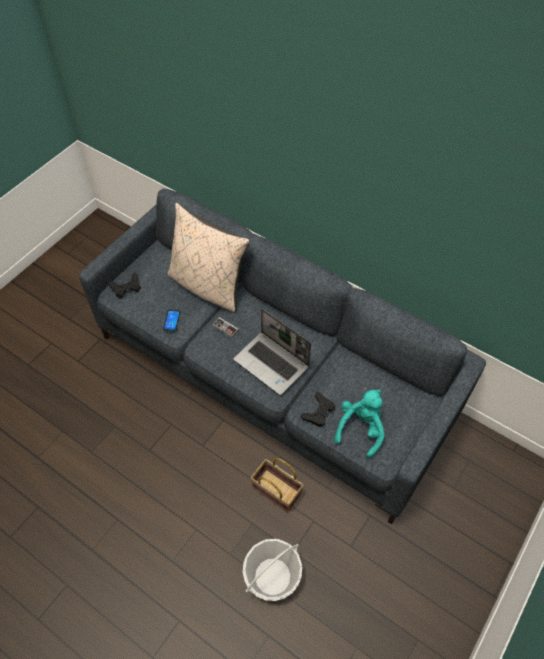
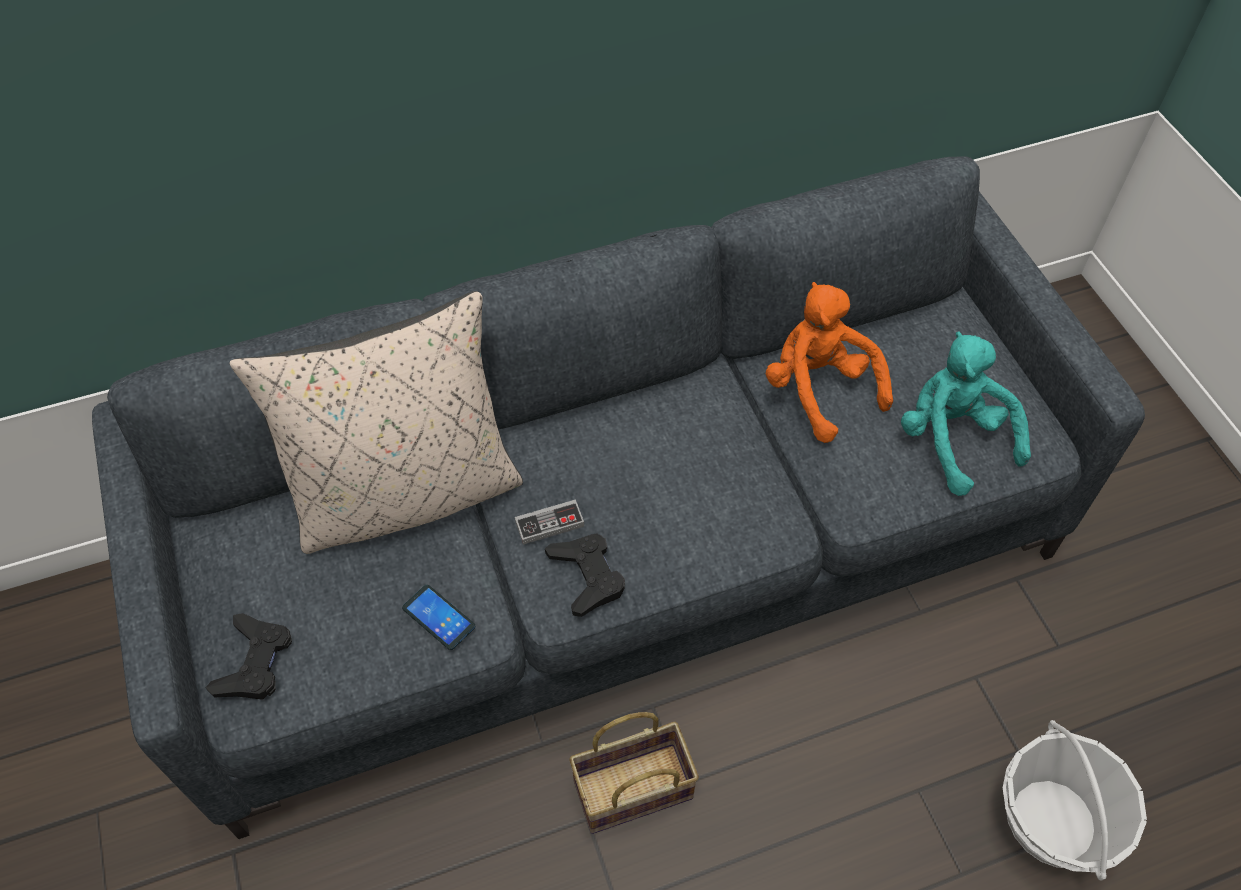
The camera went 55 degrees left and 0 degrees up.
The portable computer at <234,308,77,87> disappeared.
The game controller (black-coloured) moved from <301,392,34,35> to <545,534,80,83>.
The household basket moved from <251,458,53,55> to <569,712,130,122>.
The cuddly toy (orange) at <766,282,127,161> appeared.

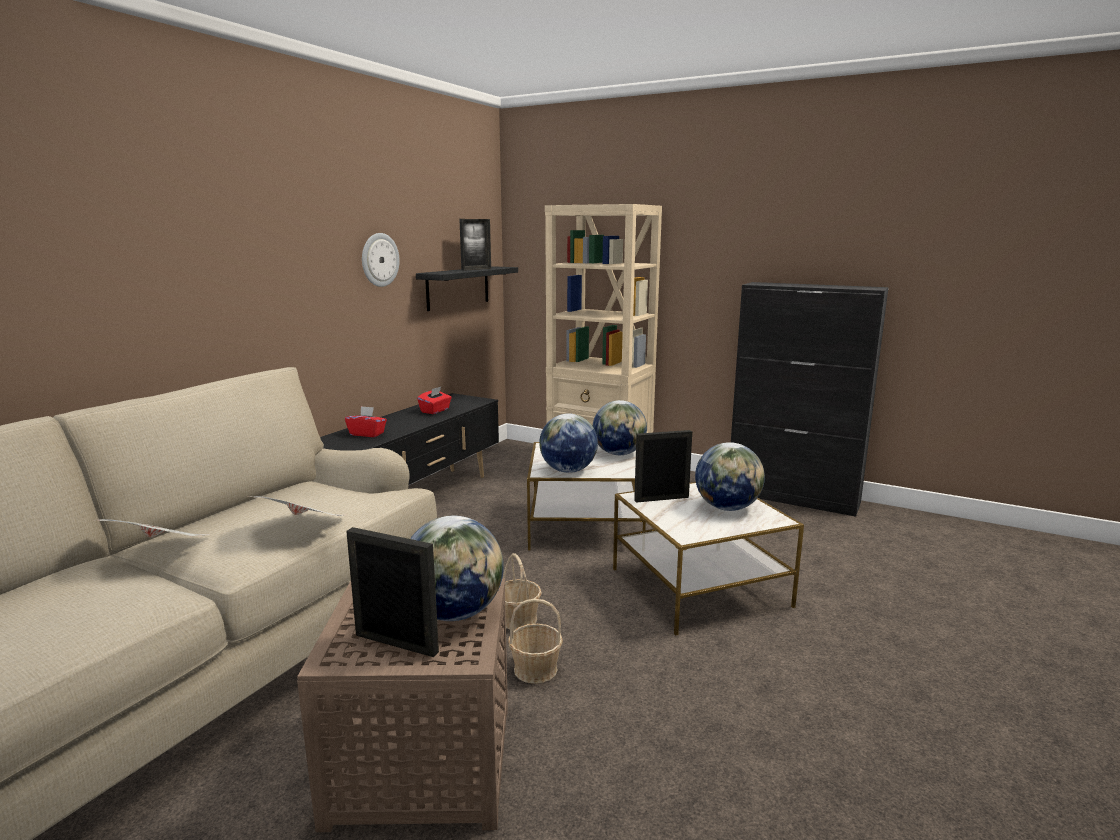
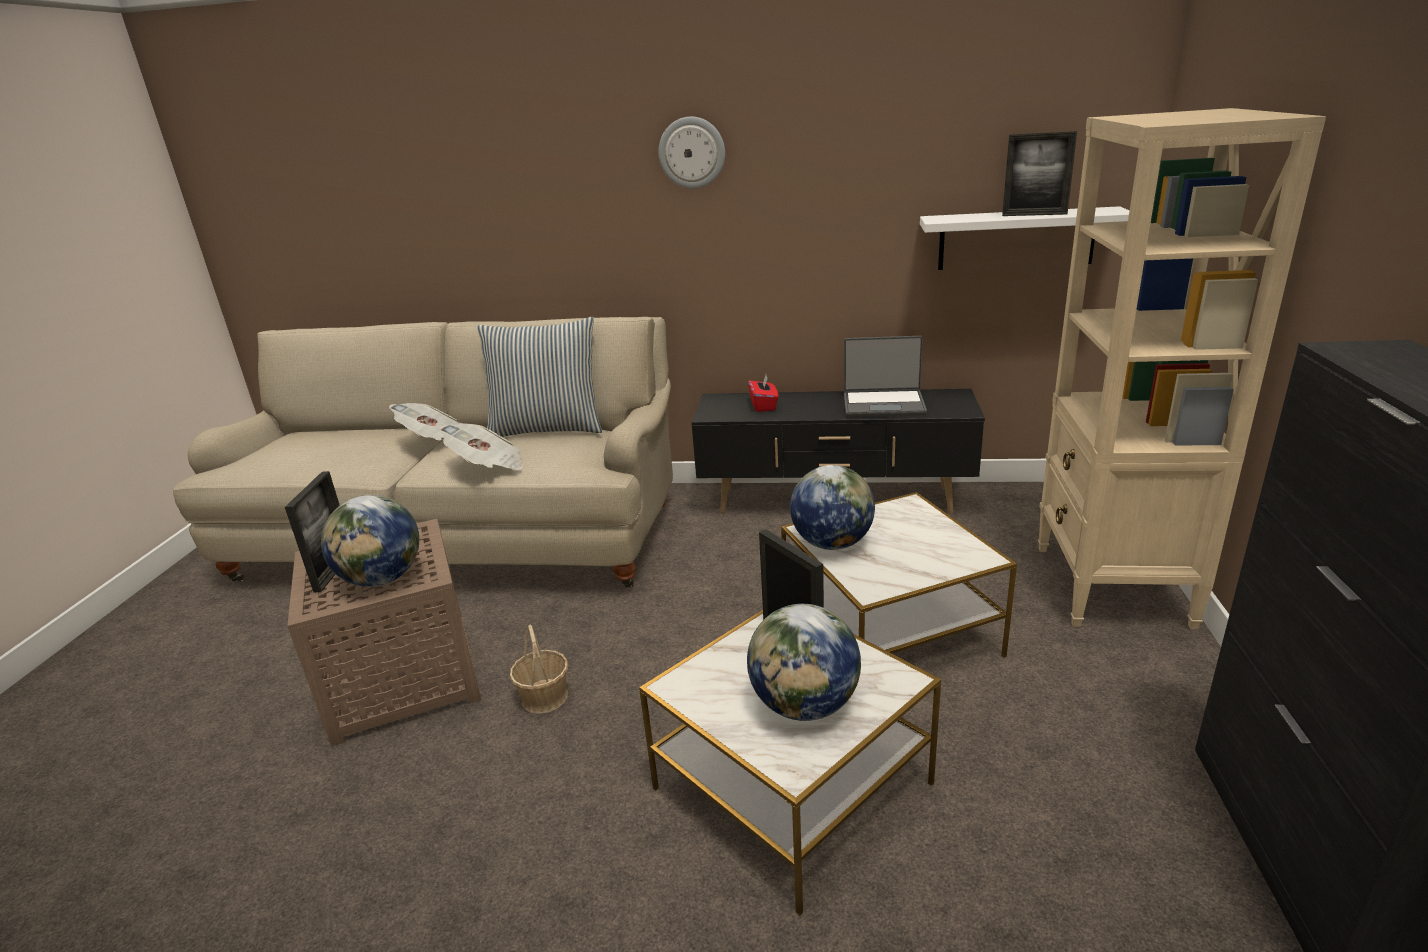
The camera went 70 degrees right and 10 degrees up.
The hanging clock moved from <362,233,38,54> to <658,117,67,72>.
The wall shelf (black-coloured) at <416,266,102,45> became the wall shelf (white) at <920,206,209,64>.
The tissue box (red) at <417,387,35,27> was replaced by the portable computer at <844,336,83,81>.
The globe at <593,400,54,55> disappeared.
The household basket at <503,553,39,77> disappeared.
The cushion at <477,317,125,120> appeared.

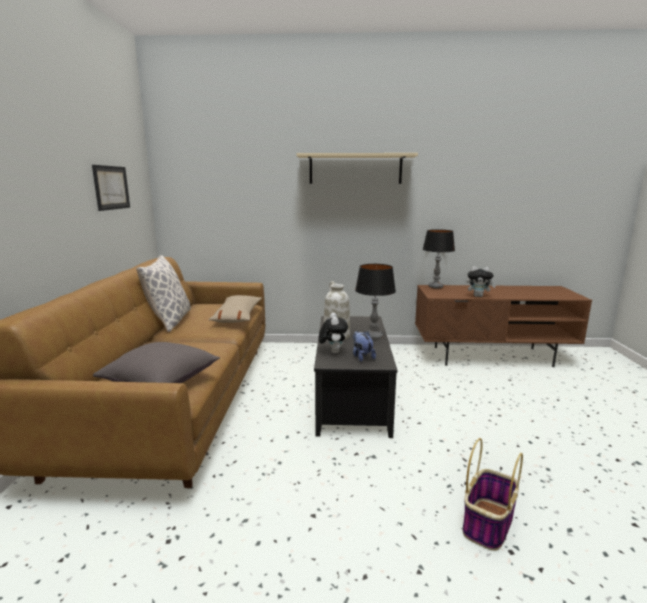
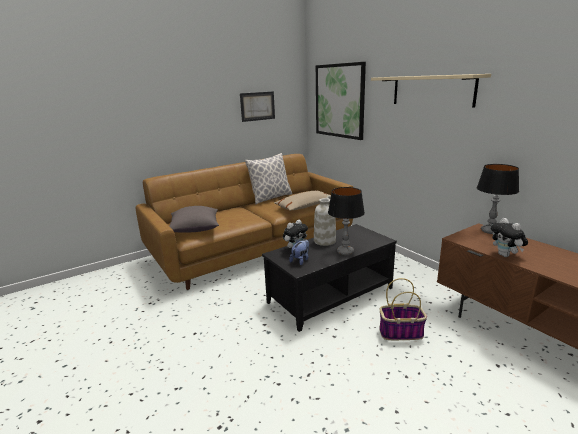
The camera went 55 degrees right and 5 degrees up.
The household basket moved from <463,438,60,113> to <379,278,48,62>.
The wall picture at <316,62,50,78> appeared.

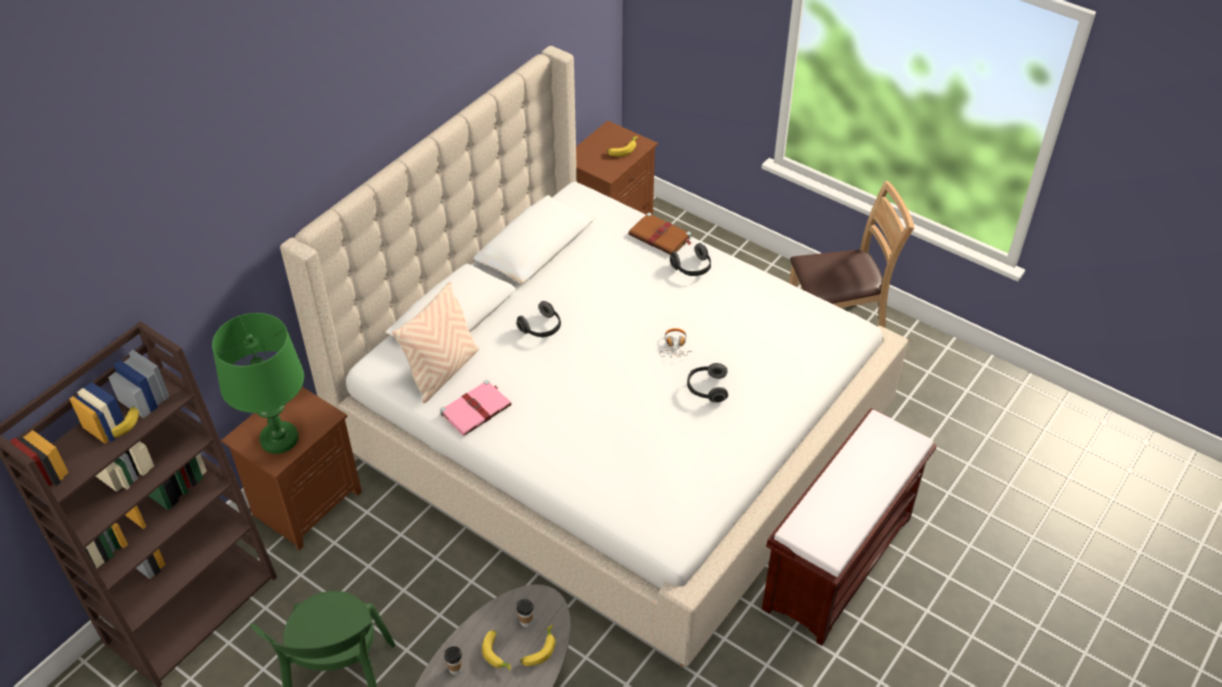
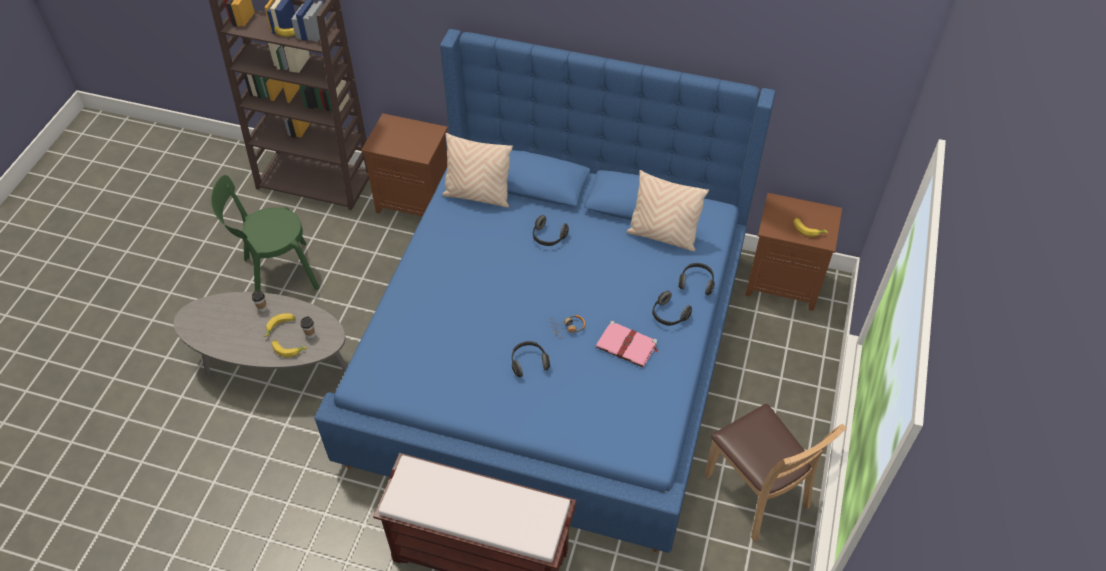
The camera went 70 degrees right and 5 degrees up.
The sleeping bed (sand-coloured) at <280,46,628,620> became the sleeping bed (blue) at <314,29,462,524>.
The volume (brown) at <628,213,63,42> was replaced by the headphones at <678,263,37,33>.
The table lamp (green) at <212,313,92,141> disappeared.
The volume (pinkish) moved from <440,380,72,56> to <596,321,62,47>.
The cushion (sand-coloured) at <626,170,83,81> appeared.

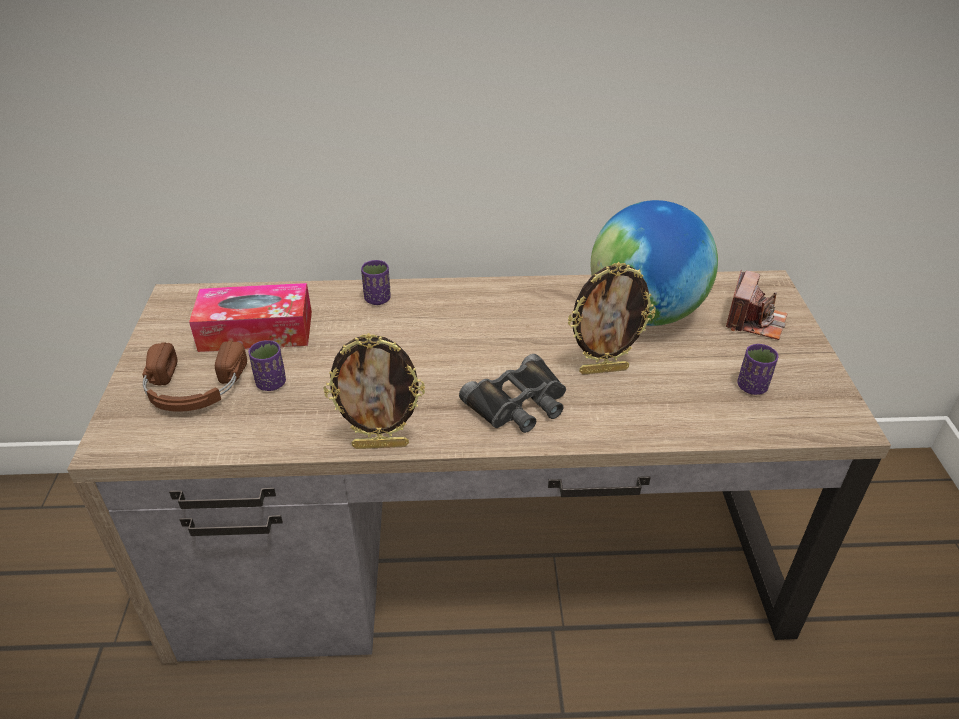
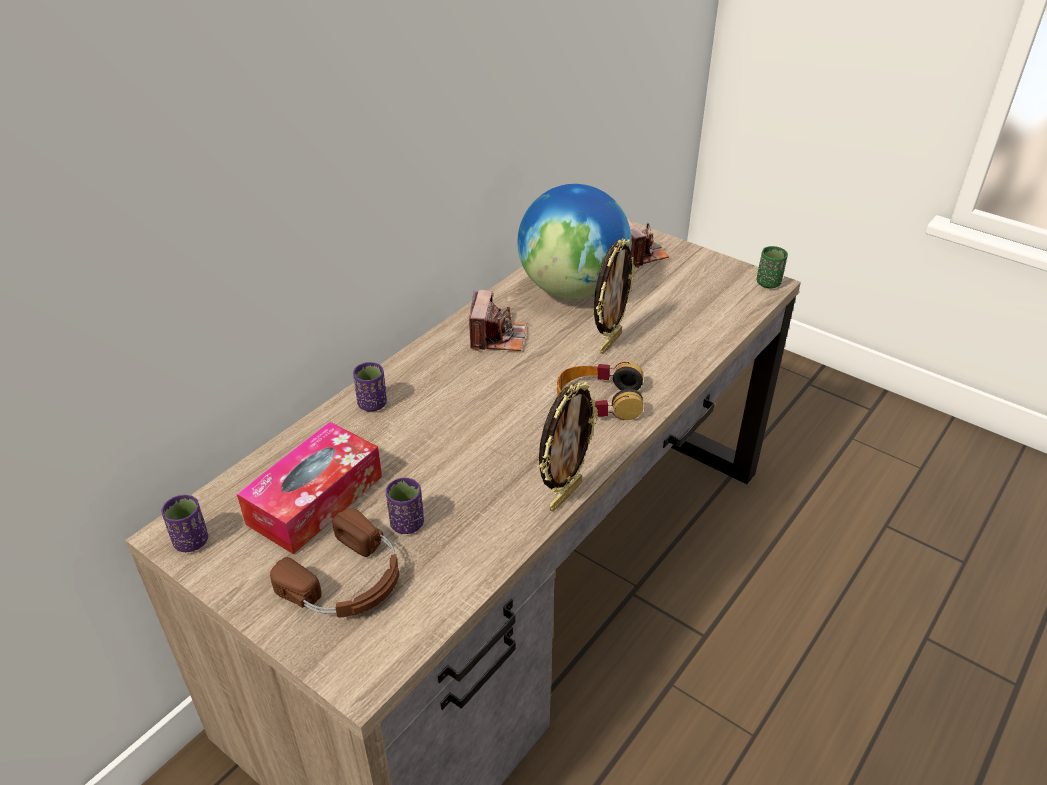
The camera went 50 degrees left and 0 degrees up.
The small cup (purple) moved from <737,344,41,51> to <161,495,47,57>.
The field glasses (black-coloured) at <459,354,107,79> was replaced by the headphones at <557,362,86,58>.
The small cup (green) at <757,246,31,43> appeared.
The photo camera at <469,290,58,61> appeared.

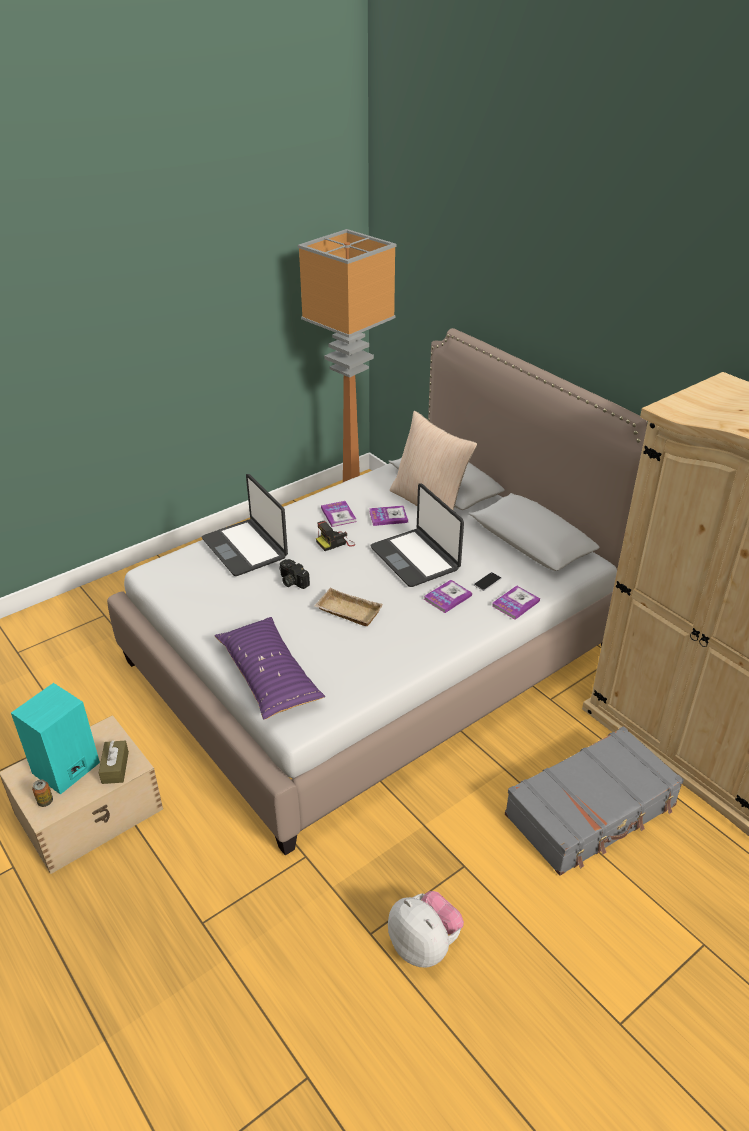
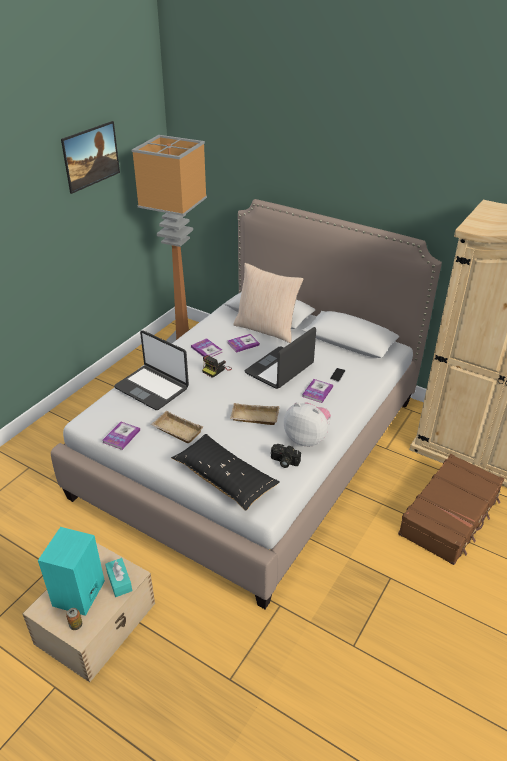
The camera went 20 degrees left and 0 degrees up.
The portable computer at <371,483,93,104> turned 90 degrees clockwise.
The photo camera moved from <279,559,31,30> to <271,444,30,24>.
The volume moved from <492,585,48,35> to <102,421,38,29>.
The cushion (purple) at <214,617,111,103> became the cushion (black-coloured) at <171,434,109,77>.
The travel case (grey) at <505,726,179,150> became the travel case (brown) at <398,454,106,111>.
The tissue box (brown) at <99,740,30,44> became the tissue box (blue-green) at <105,558,27,39>.
The cuddly toy moved from <388,891,76,77> to <284,402,47,45>.
The wall picture at <61,121,59,73> appeared.
The carrying tray (sand-coloured) at <151,411,53,32> appeared.

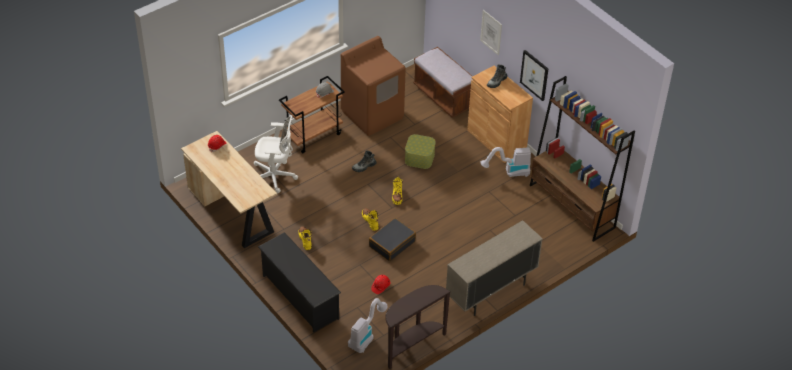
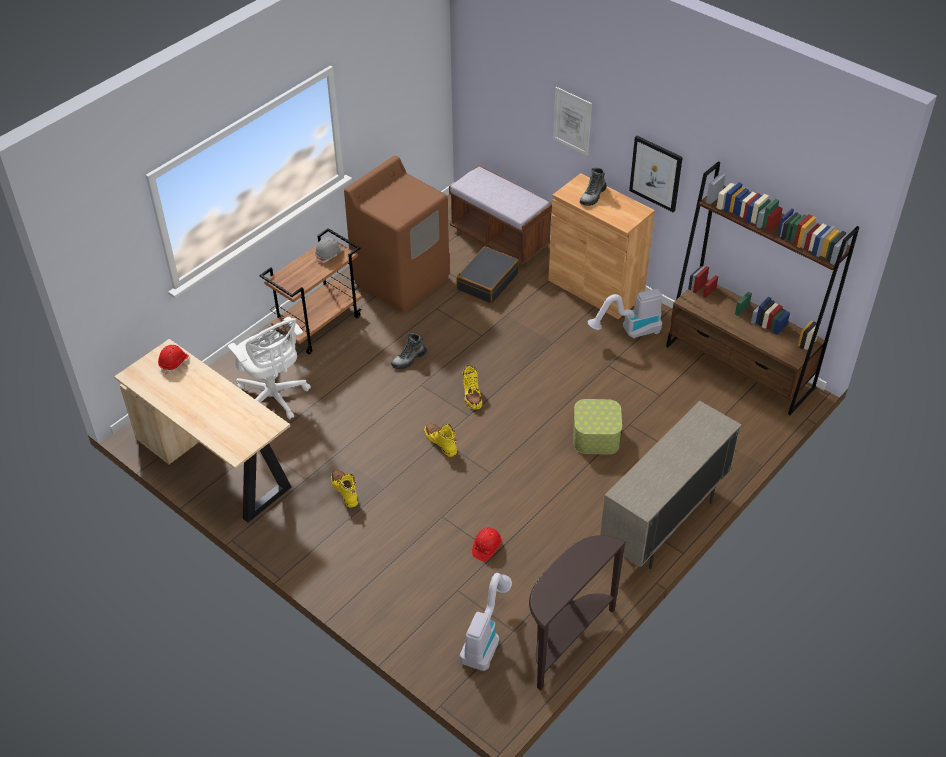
The camera went 10 degrees left and 0 degrees up.
The computer chair (white) at <254,115,44,78> turned 60 degrees clockwise.
The storage container moved from <405,134,31,35> to <573,399,49,55>.
The travel case (black-coloured) moved from <369,218,47,43> to <456,246,63,58>.
The shoe rack (black-coloured) at <258,232,83,101> disappeared.

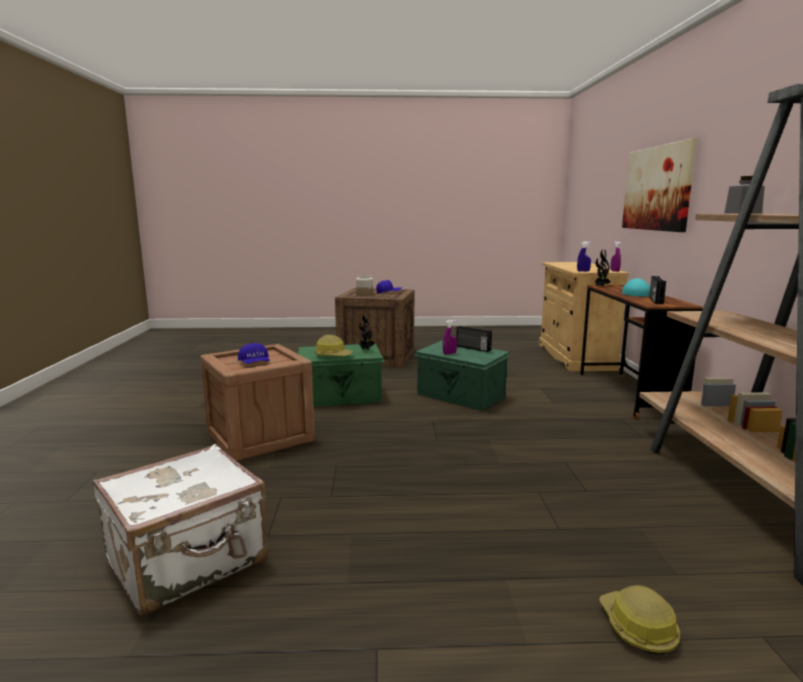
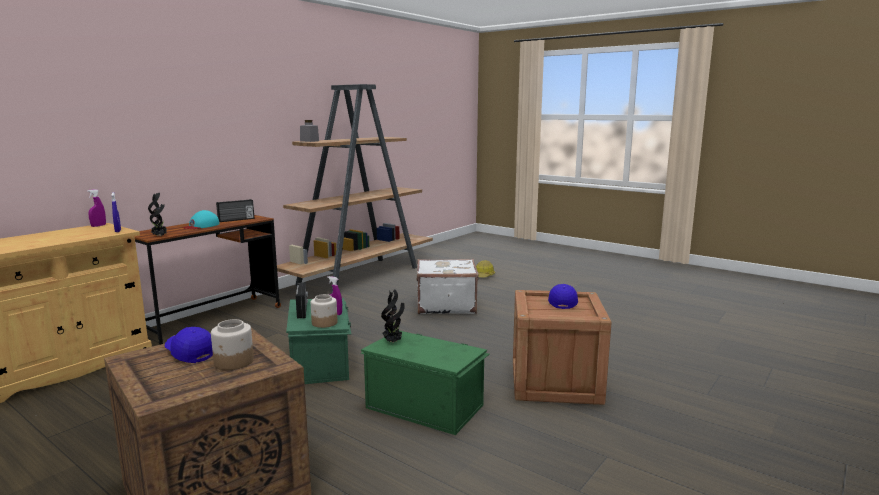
The camera went 140 degrees left and 0 degrees up.
The wall picture at <622,138,75,94> disappeared.
The hard hat at <315,335,38,21> disappeared.
The travel case (white) moved from <93,444,175,171> to <417,259,62,55>.
The preserve jar at <311,294,26,34> appeared.

